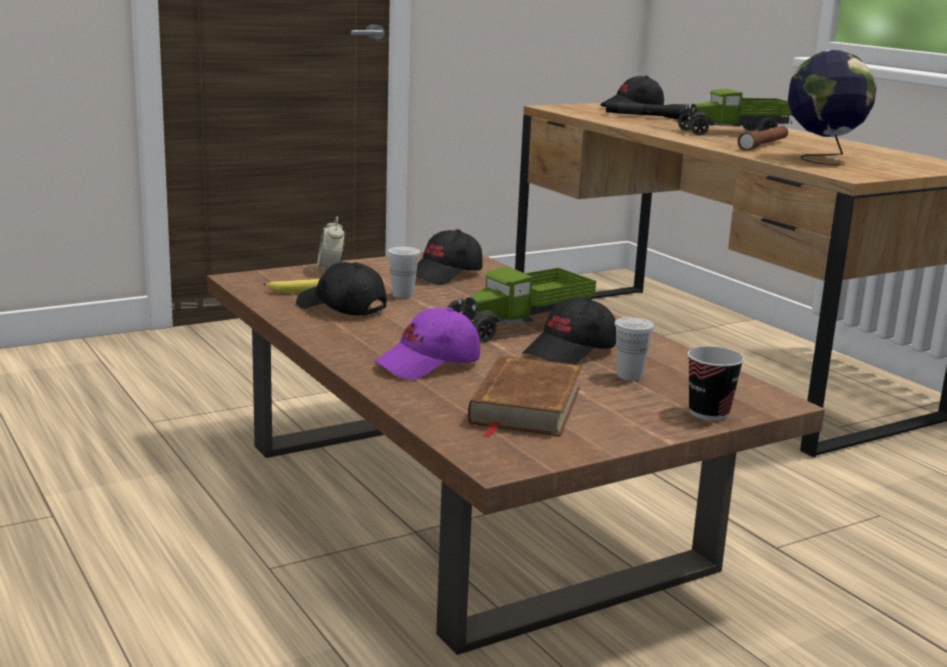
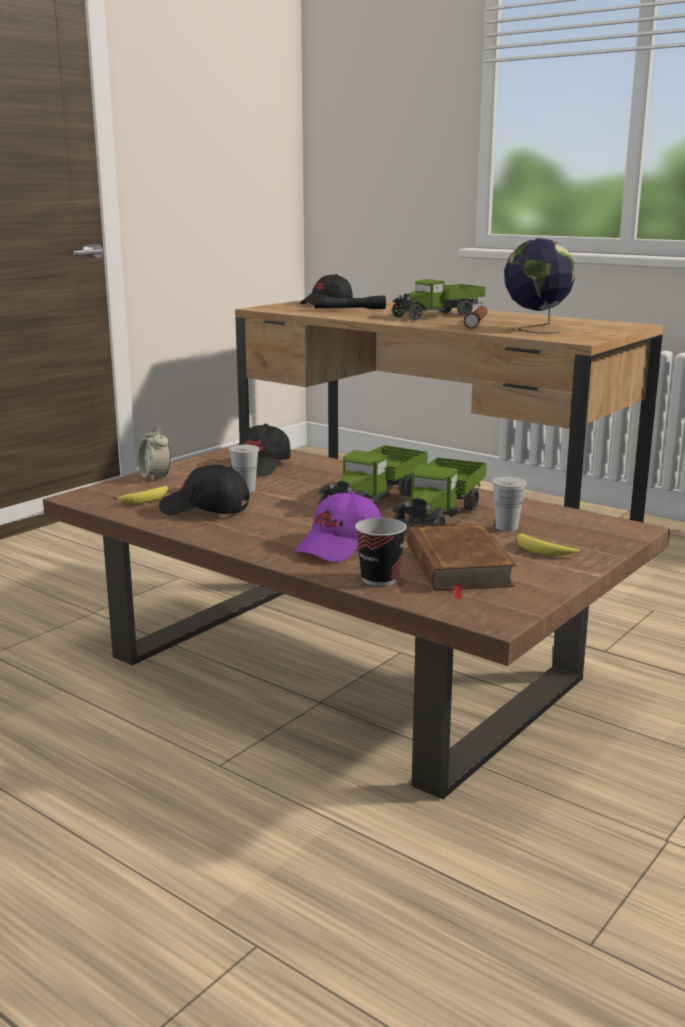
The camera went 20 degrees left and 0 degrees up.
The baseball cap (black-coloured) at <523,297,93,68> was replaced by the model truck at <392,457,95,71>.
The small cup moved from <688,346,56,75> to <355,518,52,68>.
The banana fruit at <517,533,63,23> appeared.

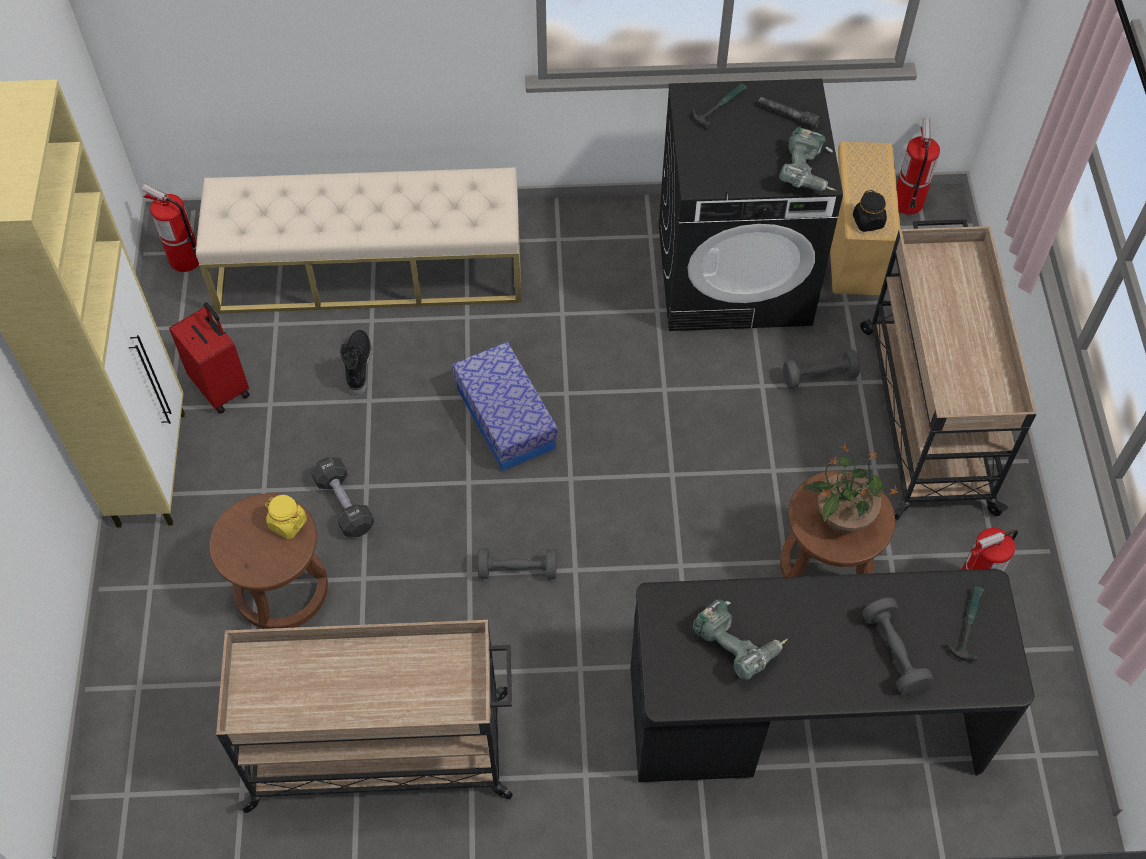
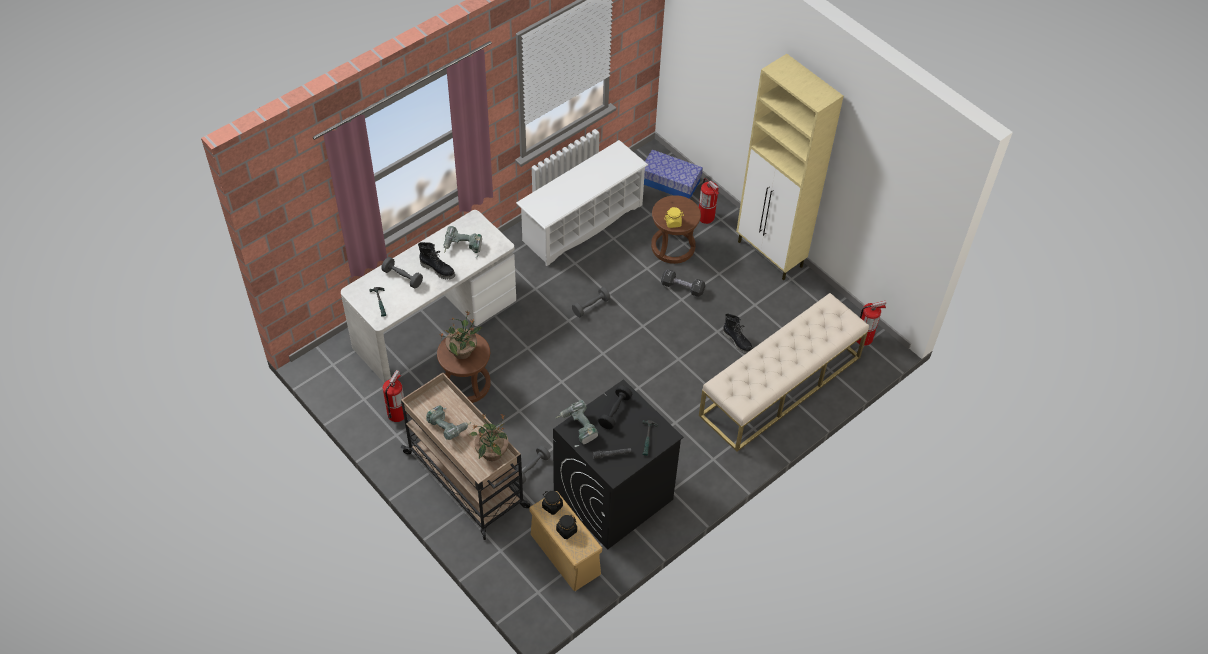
The camera went 140 degrees right and 5 degrees down.
The fire-fighting cylinder moved from <896,118,44,96> to <699,178,20,46>.
The travel case (red) at <169,302,81,112> disappeared.
The storage container moved from <452,342,106,129> to <644,150,59,49>.
The desk unit (black-coloured) at <630,569,404,213> became the desk unit (white) at <341,210,175,173>.
The cart (sand-coloured) at <216,620,297,193> was replaced by the shoe rack (white) at <516,140,132,126>.
The high-top boot (black-coloured) at <418,242,37,38> appeared.
The hand weight (black-coloured) at <598,385,35,44> appeared.
The power drill at <426,405,46,35> appeared.
The potted plant at <469,414,40,47> appeared.
The preserve jar (black-coloured) at <556,515,21,24> appeared.

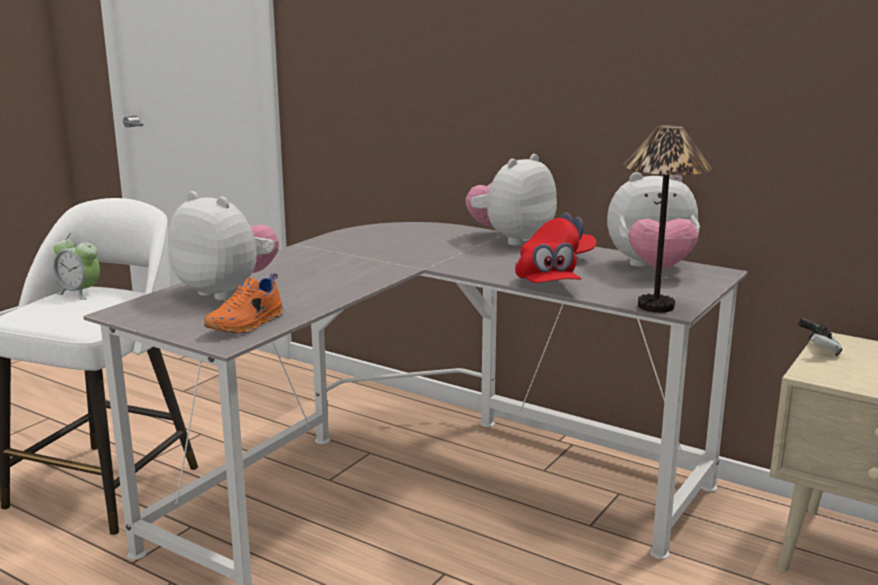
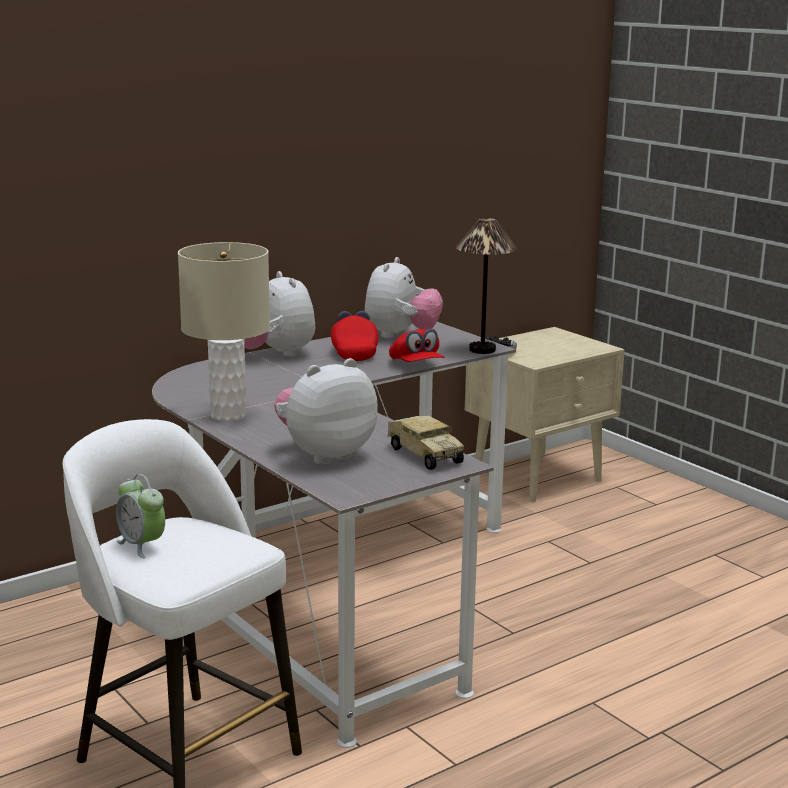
The camera went 70 degrees left and 0 degrees up.
The table clock at <53,233,47,67> turned 90 degrees clockwise.
The baseball cap (red) at <515,243,66,40> turned 60 degrees clockwise.
The shoe (orange) at <204,273,79,61> was replaced by the model truck at <387,415,77,55>.
The table lamp (sand-coloured) at <178,242,92,180> appeared.

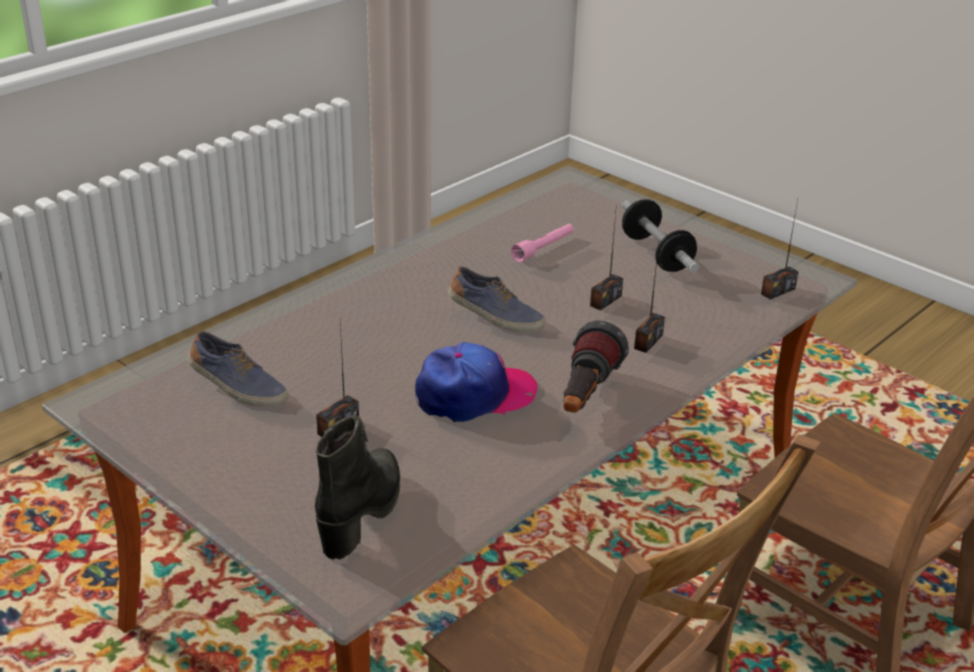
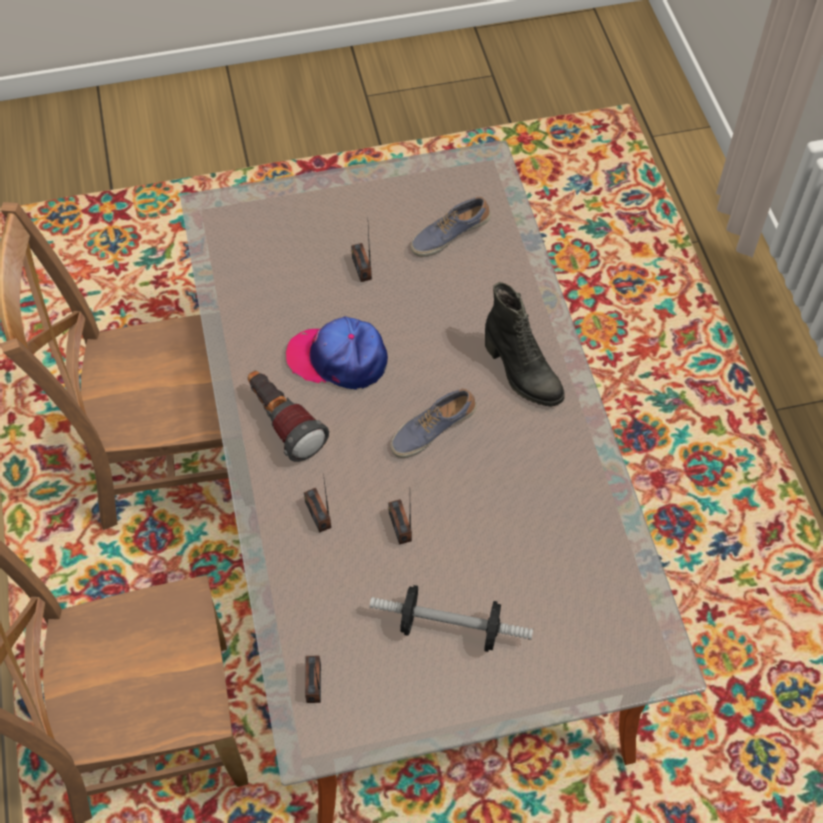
The camera went 125 degrees right and 25 degrees up.
The torch (pinkish) at <511,224,63,39> disappeared.
The baseball cap at <415,342,123,80> turned 90 degrees clockwise.
The high-top boot (black-coloured) moved from <315,415,85,145> to <485,282,80,125>.

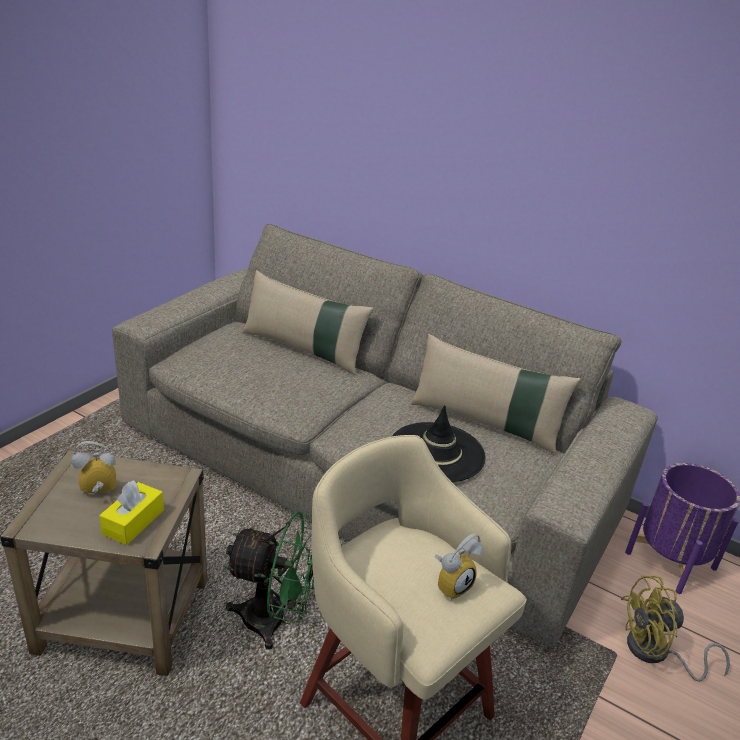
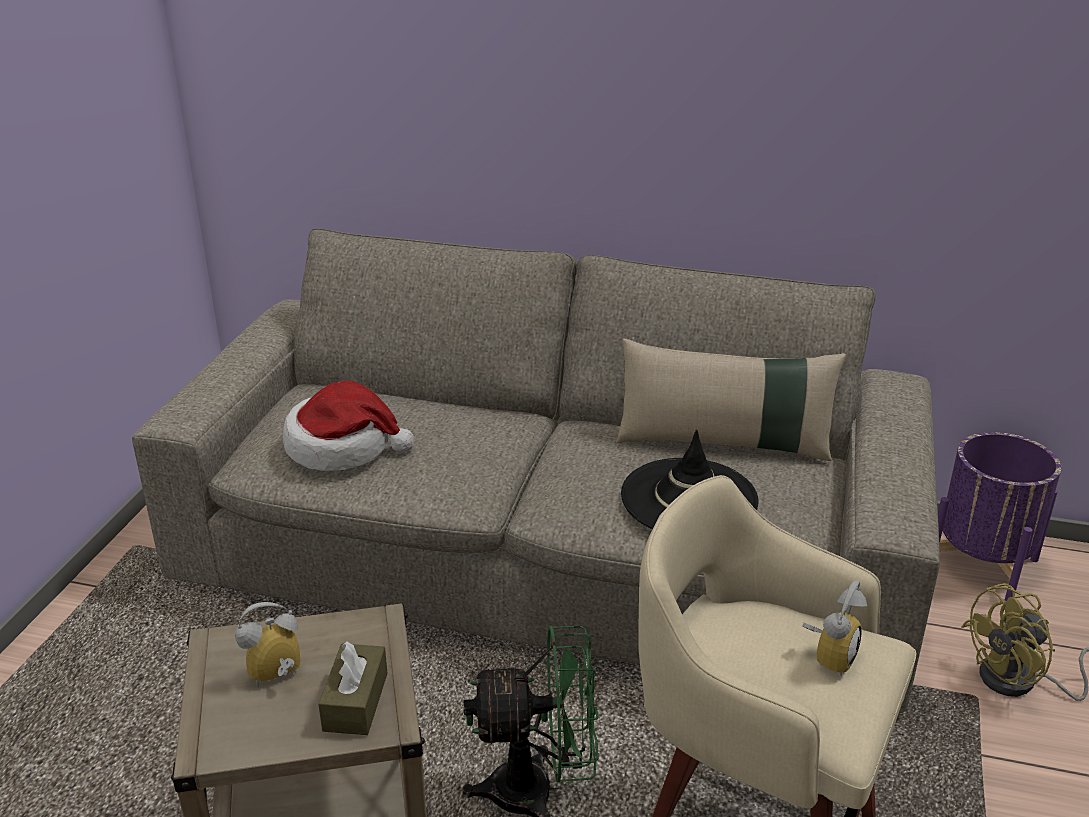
The camera went 15 degrees left and 0 degrees up.
The cushion (sand-coloured) at <242,270,132,105> disappeared.
The tissue box (yellow) at <99,481,65,64> became the tissue box (brown) at <318,641,70,94>.
The hat at <283,381,131,90> appeared.

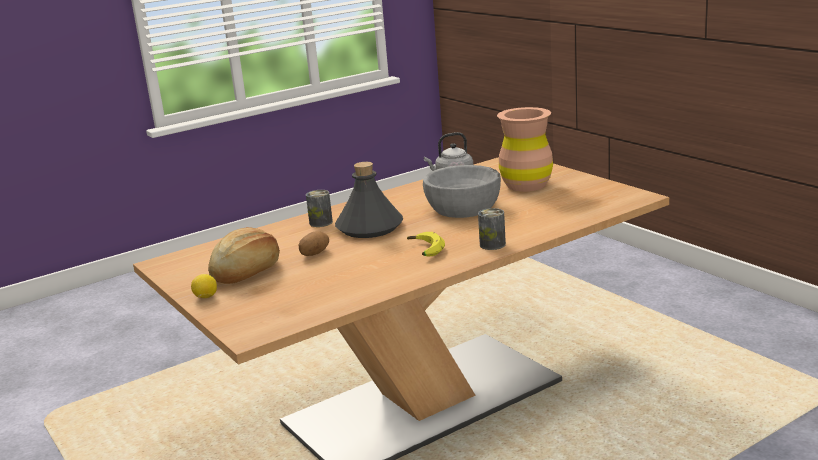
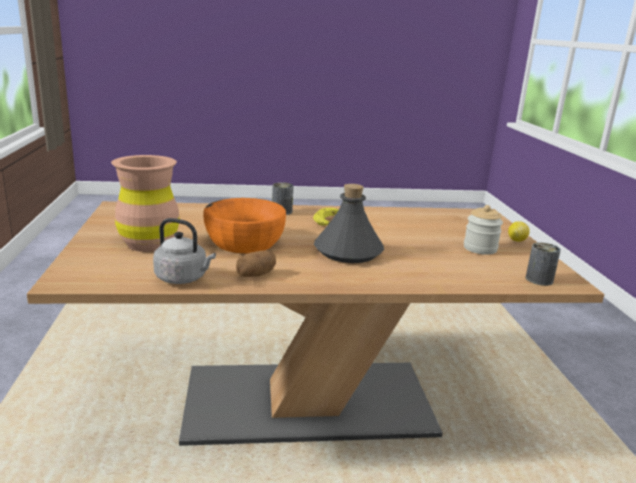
The camera went 155 degrees left and 0 degrees up.
The serving bowl (grey) at <423,165,78,53> became the serving bowl (orange) at <203,198,83,55>.
The can moved from <306,190,27,37> to <526,243,35,43>.
The bakery bread at <208,227,72,57> was replaced by the preserve jar at <464,205,39,50>.
The potato moved from <298,231,31,25> to <236,250,40,27>.

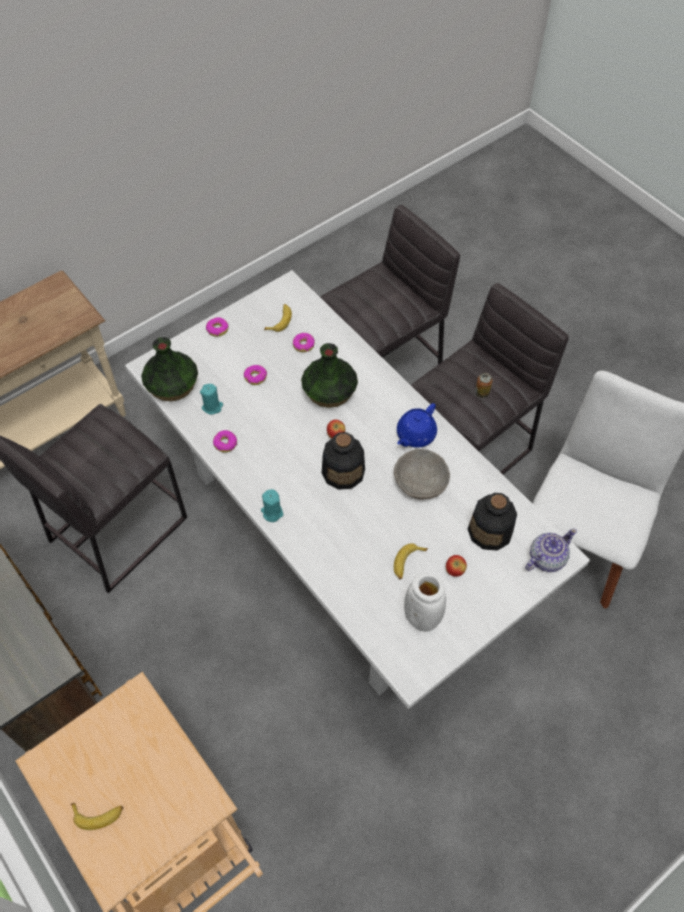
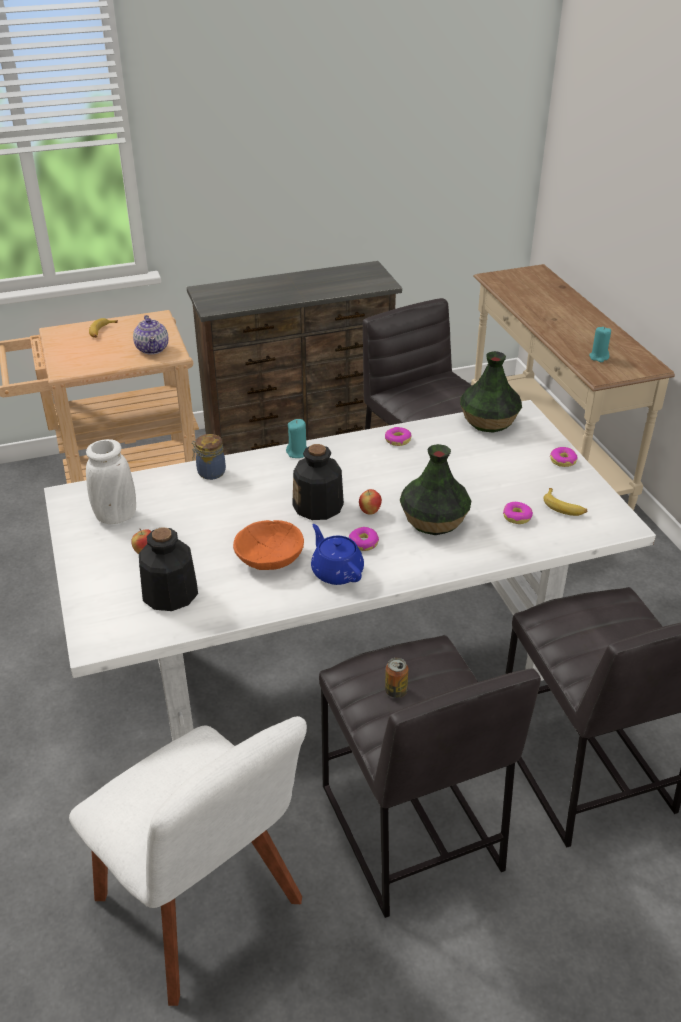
The camera went 110 degrees right and 20 degrees down.
The ring doughnut moved from <244,365,23,20> to <349,527,30,24>.
The wax light (blue-green) moved from <200,384,23,31> to <589,326,22,36>.
The serving bowl (grey) at <394,449,56,51> became the serving bowl (orange) at <233,520,71,50>.
The pot for tea moved from <525,528,52,44> to <133,315,35,40>.
The banana fruit at <394,543,34,36> disappeared.
The preserve jar at <192,434,34,46> appeared.

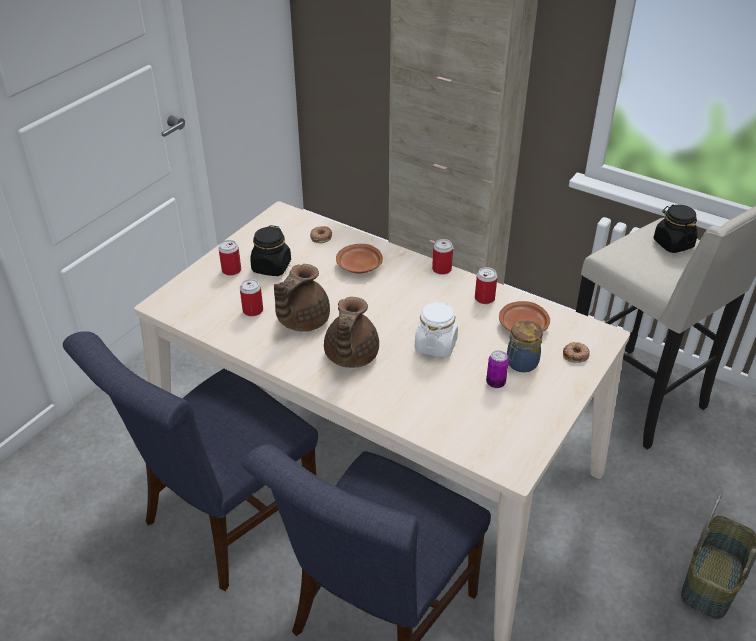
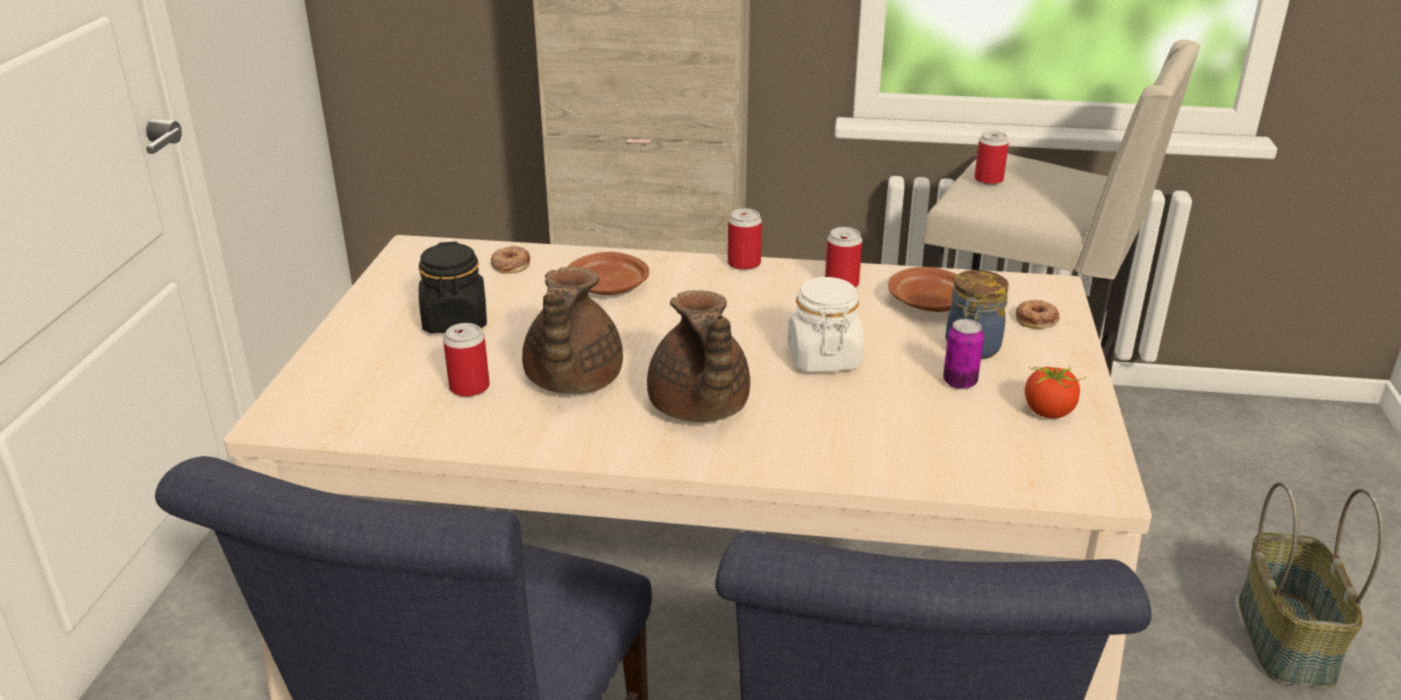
The camera went 25 degrees left and 10 degrees down.
The preserve jar (black-coloured) at <654,204,44,49> disappeared.
The can moved from <219,240,22,36> to <974,131,35,54>.
The whole tomato at <1025,366,62,52> appeared.

